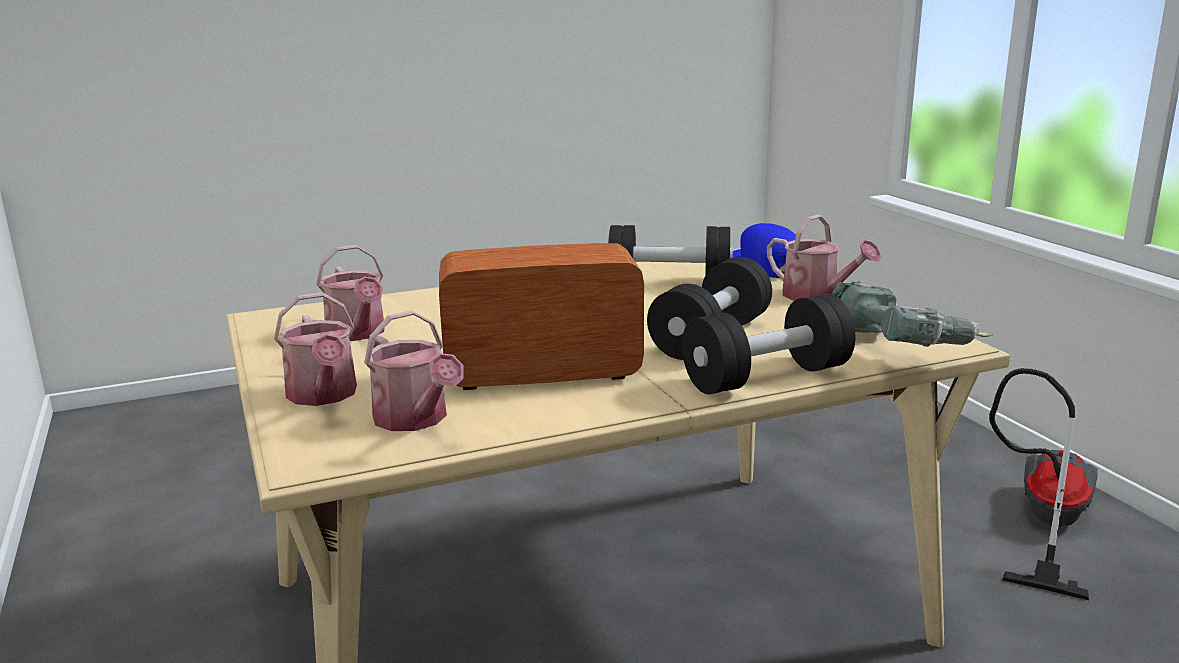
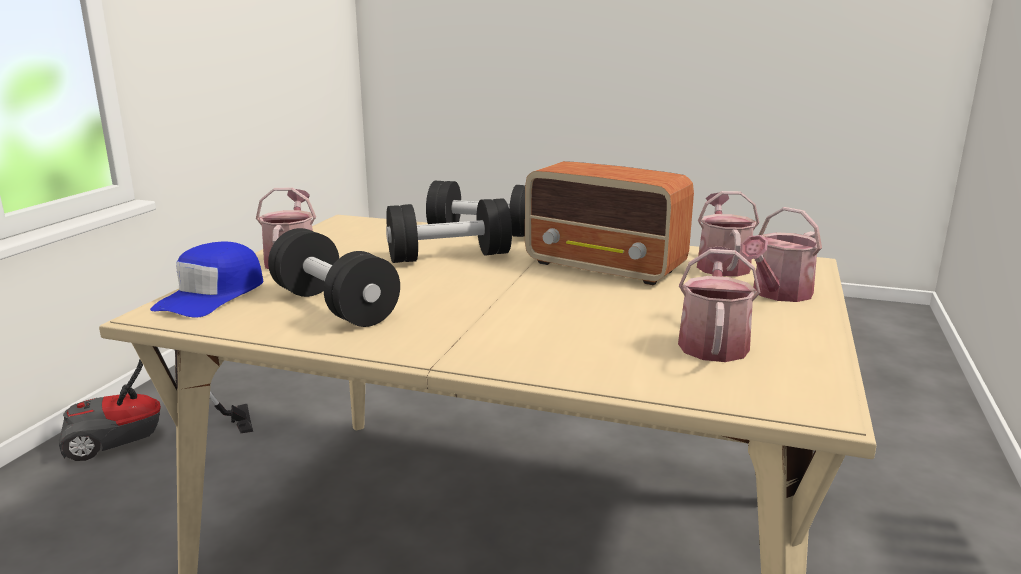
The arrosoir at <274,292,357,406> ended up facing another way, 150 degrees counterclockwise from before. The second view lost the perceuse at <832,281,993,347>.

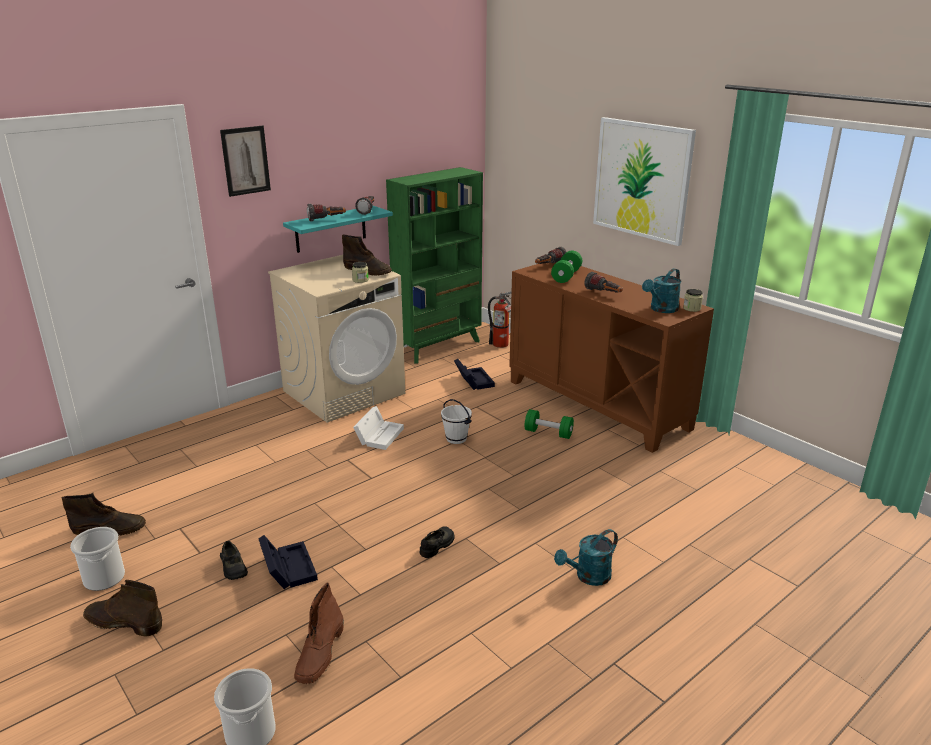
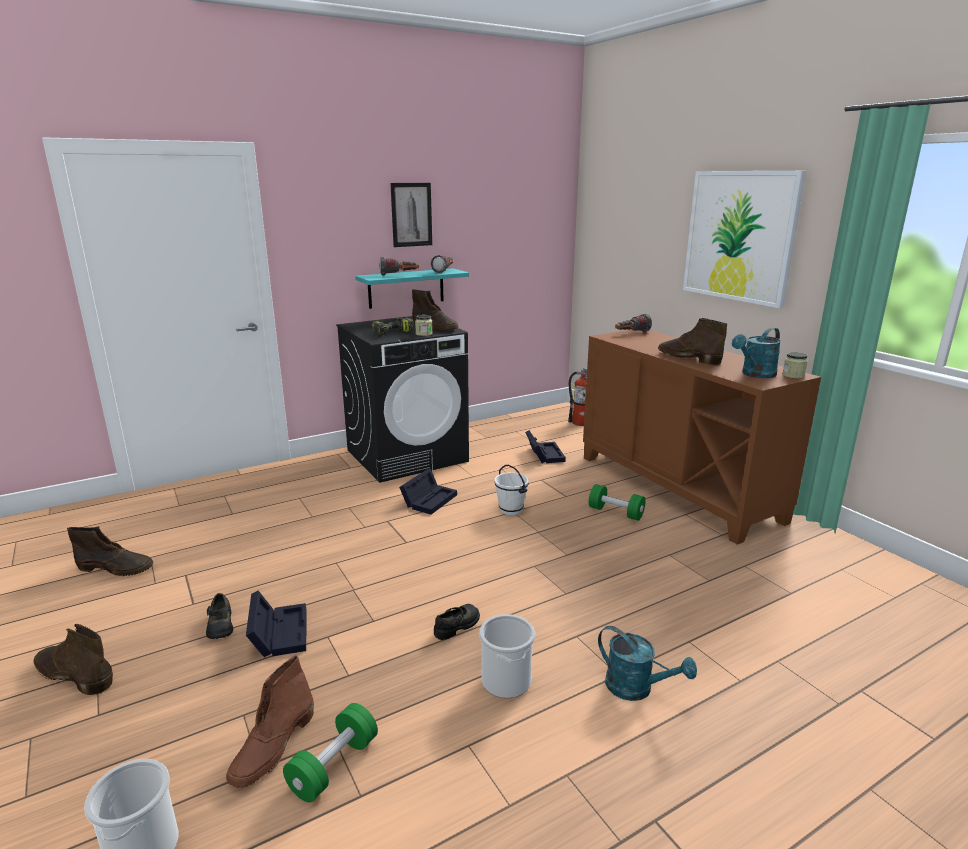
The seau ended up elsewhere, having gone from <70,527,125,591> to <479,614,535,698>. The tableau ended up elsewhere, having gone from <220,126,271,197> to <390,183,432,247>. What was the lave-linge (beige) at <268,255,405,423> turned into the lave-linge (noir) at <336,316,469,483>. What was the boîte de rangement (blanc) at <353,406,404,450> turned into the boîte de rangement (noir) at <399,468,457,515>. The second view lost the bibliothèque (vert) at <386,167,483,364>. The haltère (vert) ended up elsewhere, having gone from <551,251,582,283> to <283,703,378,803>. The arrosoir (turquoise) at <554,529,618,586> ended up facing another way, 120 degrees counterclockwise from before. Where the lampe de poche stood at <585,272,623,293>, the botte (marron) came to stand at <658,318,727,366>. The second view gained the perceuse at <371,317,414,335>.

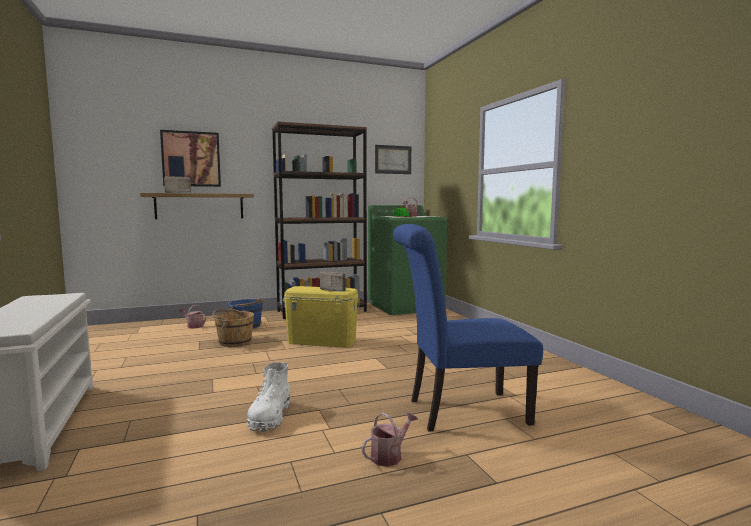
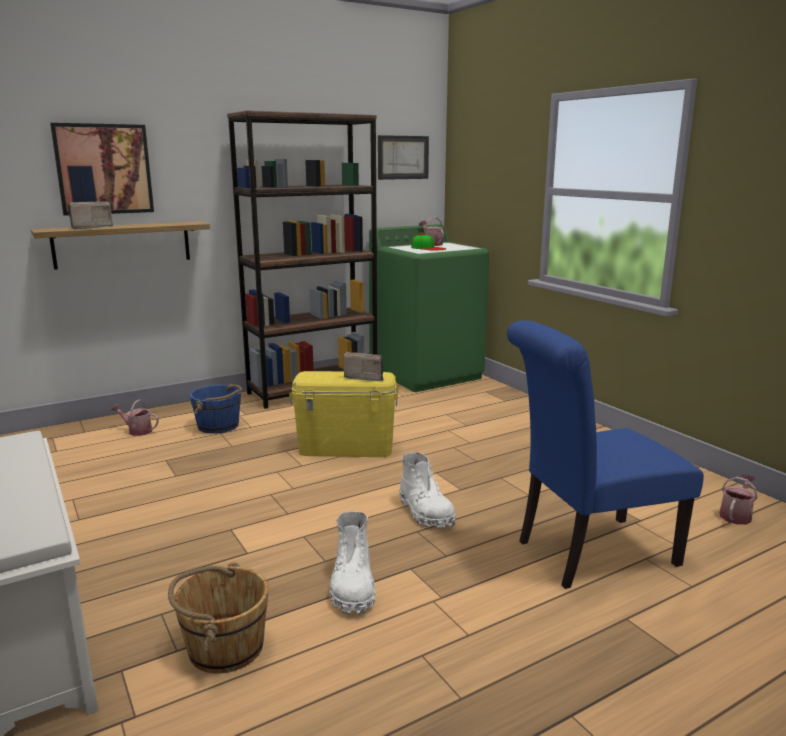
The seau (marron) ended up elsewhere, having gone from <212,309,254,347> to <168,562,269,673>. The arrosoir ended up elsewhere, having gone from <361,412,418,467> to <720,474,758,525>. The second view gained the botte (blanc) at <399,452,455,529>.

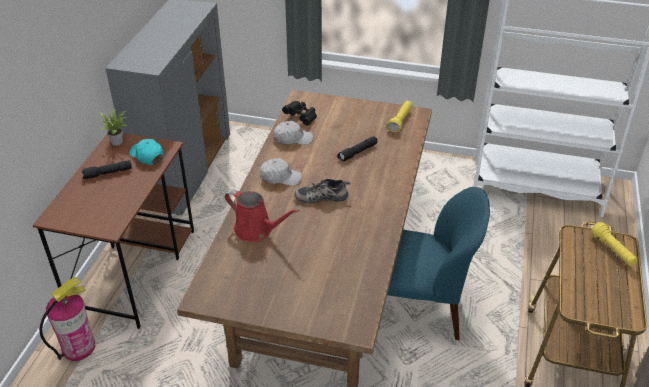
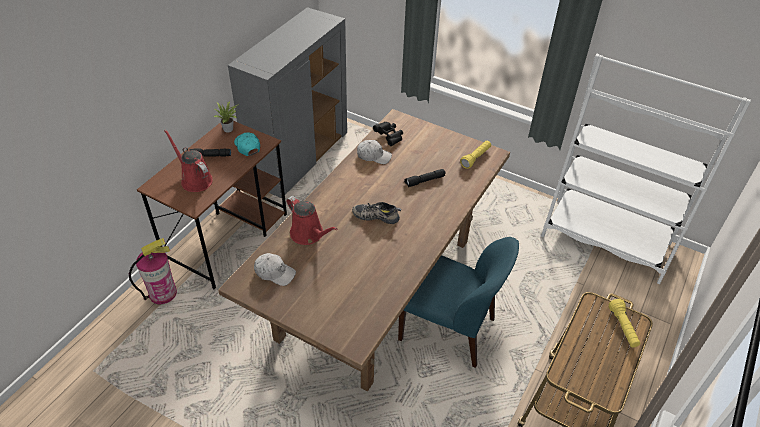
The casquette (blanc) ended up elsewhere, having gone from <260,158,302,186> to <254,253,296,286>. The second view gained the arrosoir (rouge) at <164,130,212,192>.

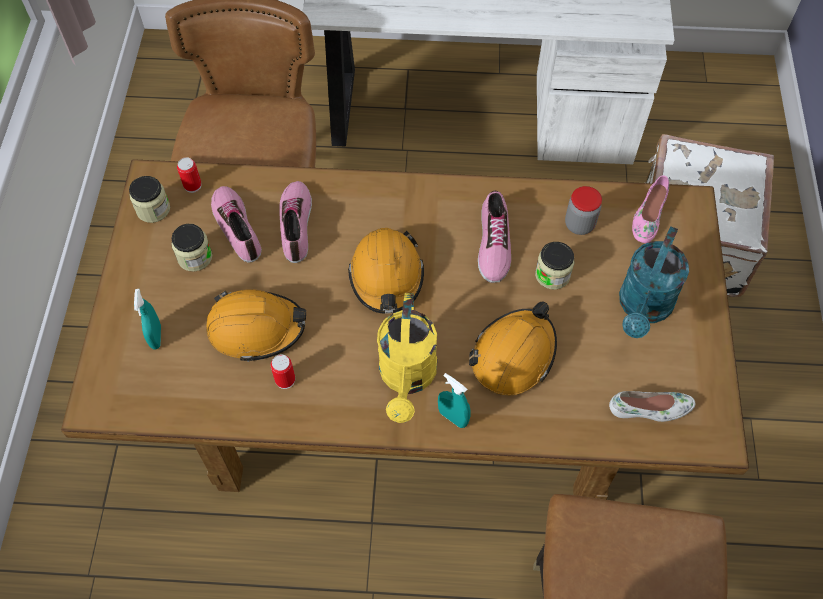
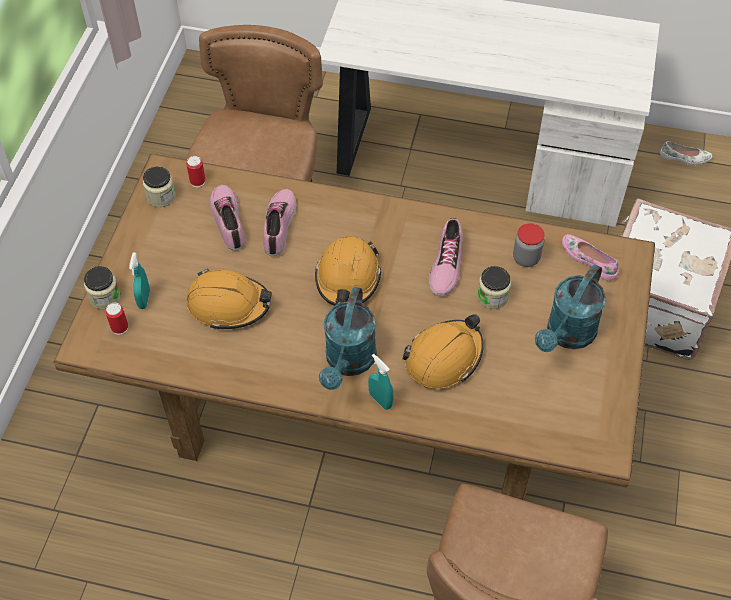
The bocal ended up elsewhere, having gone from <171,224,212,271> to <84,266,120,309>. The boîte métallique ended up elsewhere, having gone from <271,355,295,389> to <105,303,128,335>. What was the arrosoir (jaune) at <377,293,437,423> turned into the arrosoir (turquoise) at <319,287,377,390>. The chaussure (blanc) ended up elsewhere, having gone from <609,391,695,422> to <660,141,712,165>. The chaussure (rose) at <632,175,669,243> ended up facing another way, 105 degrees clockwise from before.

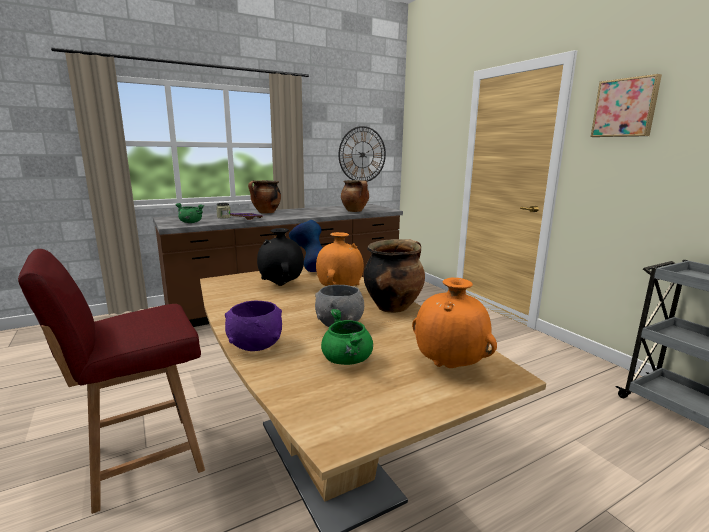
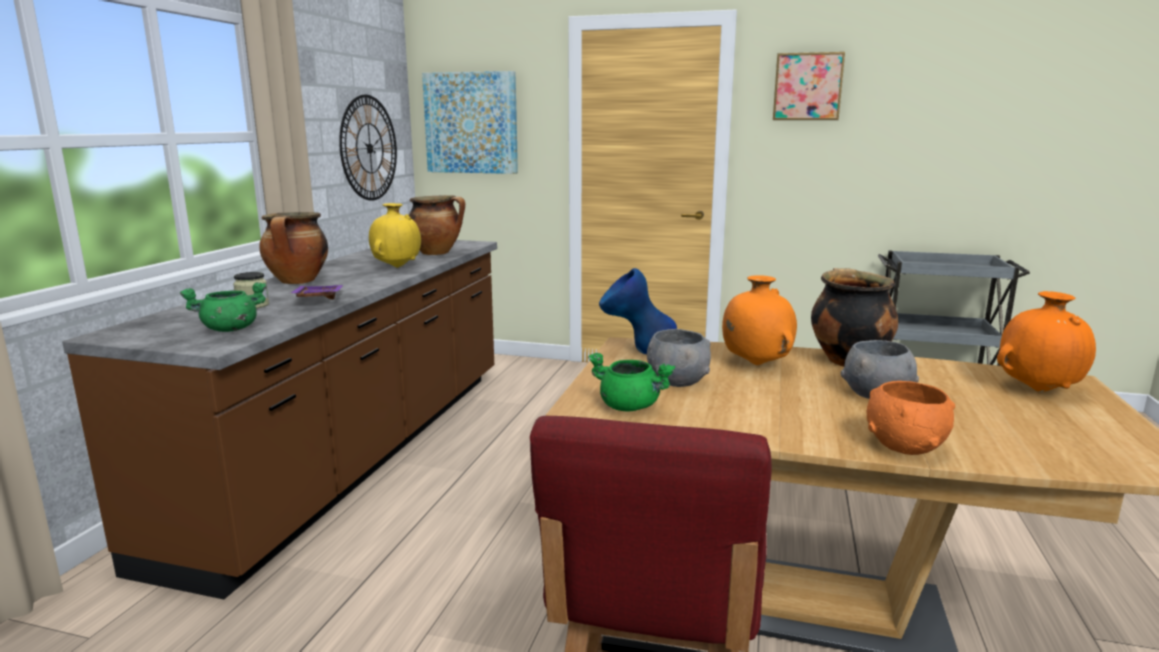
What was the bol (violet) at <225,301,282,351> turned into the bol (orange) at <867,381,955,455>. Where the vase (noir) stood at <257,228,304,286>, the bol (gris) came to stand at <647,329,711,387>. The marmite (vert) ended up elsewhere, having gone from <321,309,373,365> to <588,353,675,411>. The second view gained the vase (jaune) at <369,203,421,268>. The second view gained the tableau at <422,71,518,174>.

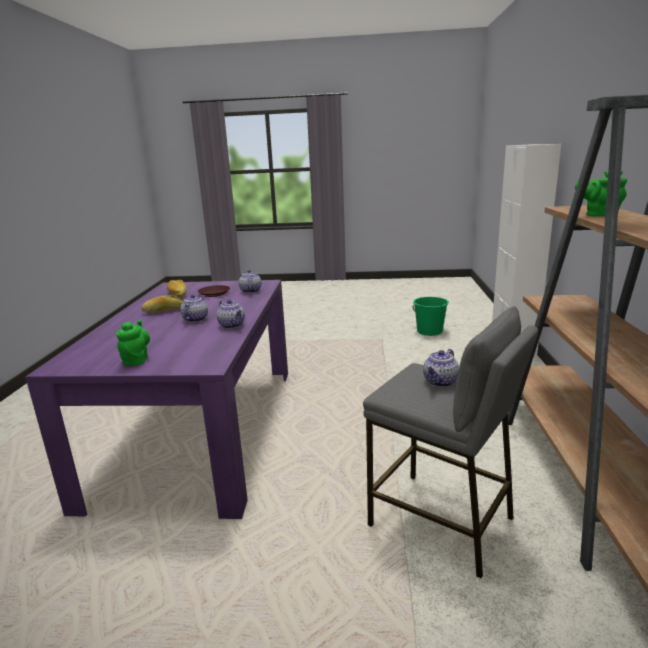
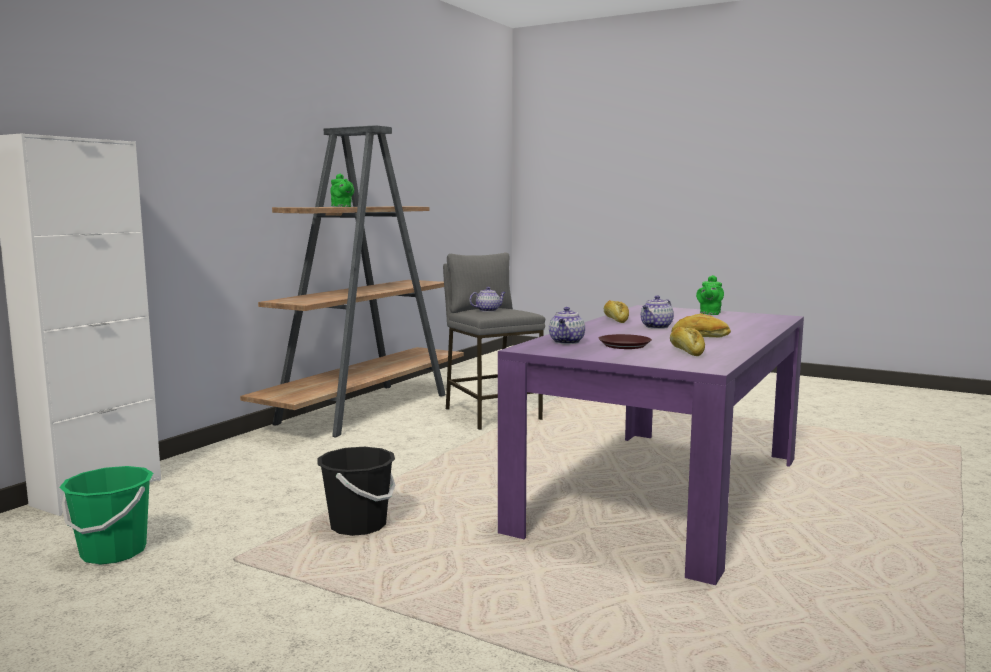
Where the théière stood at <217,299,245,329>, the pain came to stand at <604,300,629,323>. The second view gained the seau (noir) at <318,447,395,536>.

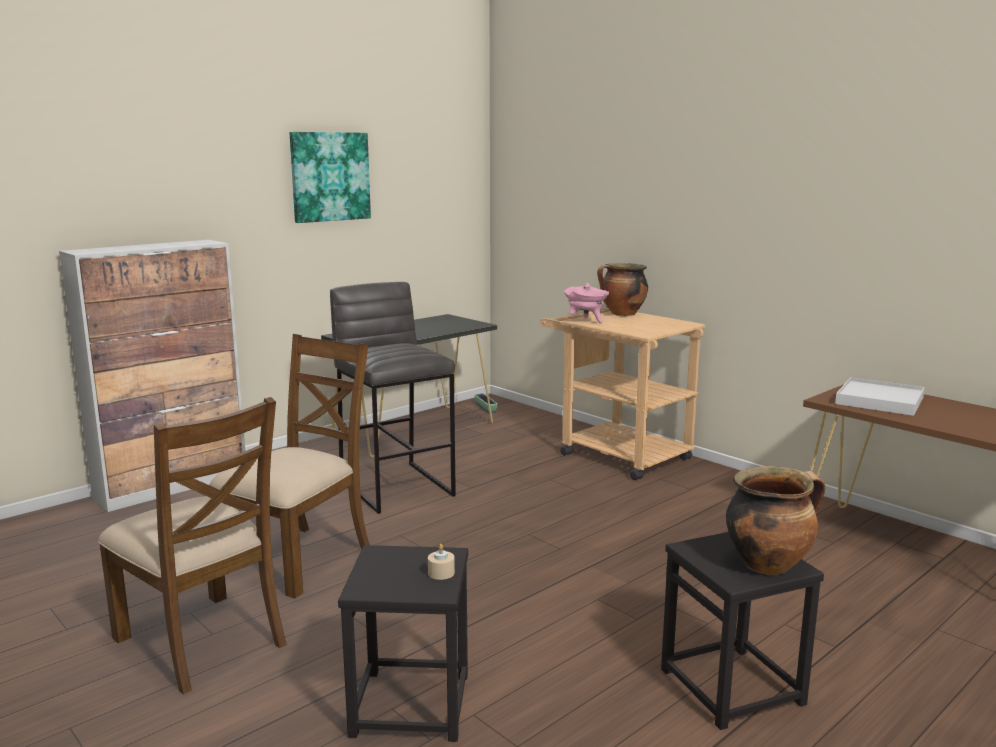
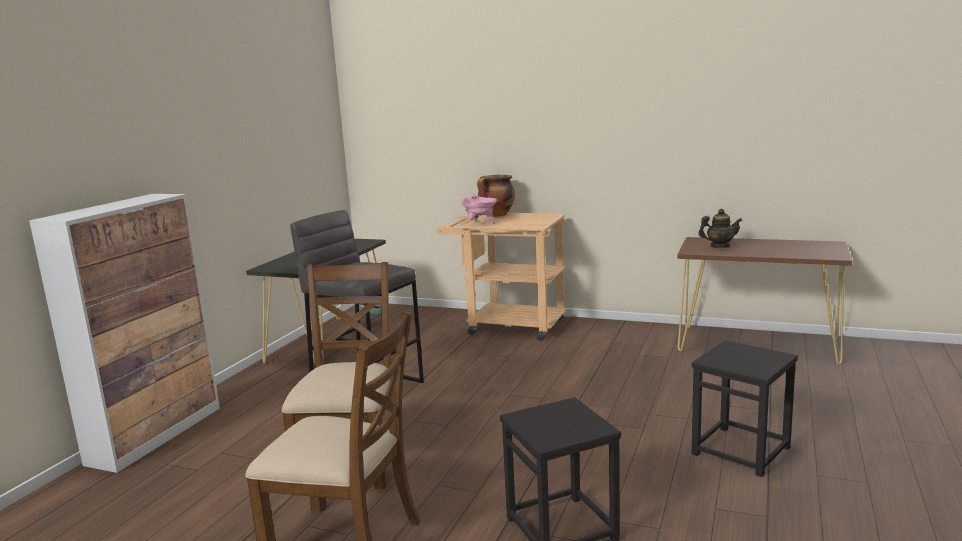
The second view lost the tableau at <290,132,371,223>. The second view lost the bougie (beige) at <428,544,455,580>. The second view lost the marmite at <726,466,825,575>. Where the plateau (blanc) stood at <835,377,925,416>, the théière came to stand at <698,209,743,248>.

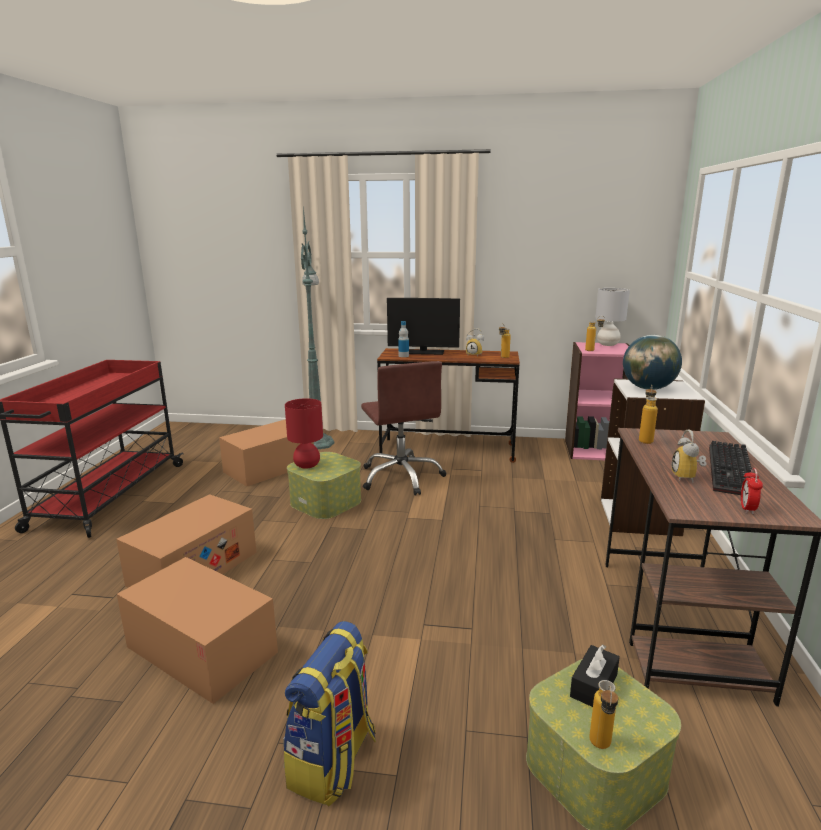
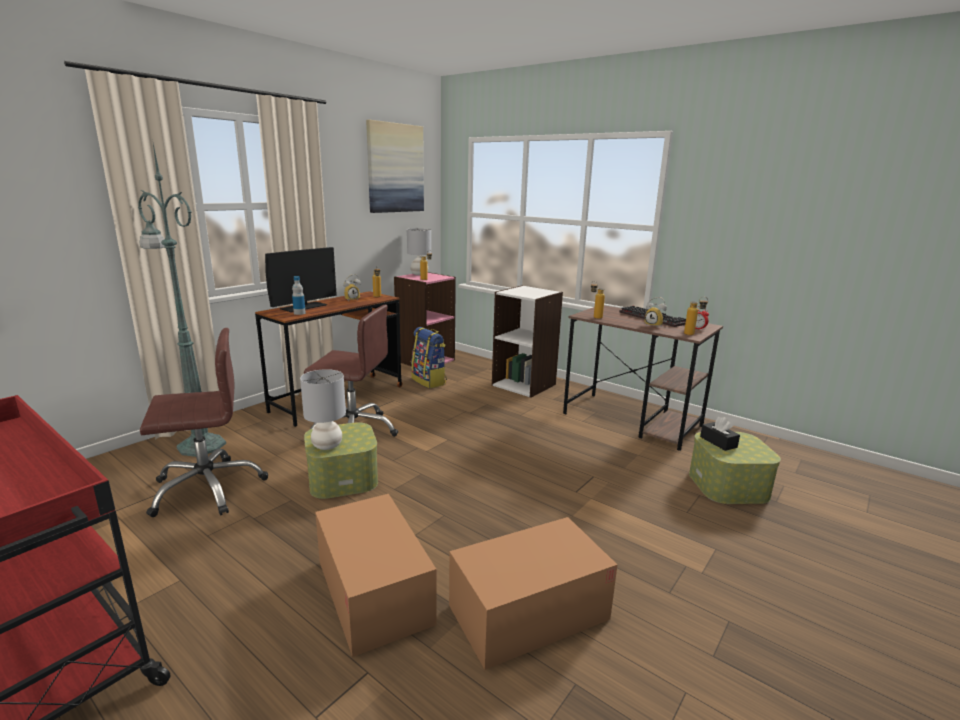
Where the carton stood at <219,419,314,487>, the chaise de bureau (marron) came to stand at <140,328,268,517>. The sac à dos ended up elsewhere, having gone from <283,621,376,807> to <411,327,447,388>. What was the lampe de table (rouge) at <285,398,323,469> turned into the lampe de table (gris) at <300,369,346,450>. The bouteille ended up elsewhere, having gone from <589,680,618,749> to <684,297,708,335>. The second view lost the globe at <623,335,682,390>. The second view gained the tableau at <366,120,424,213>.

